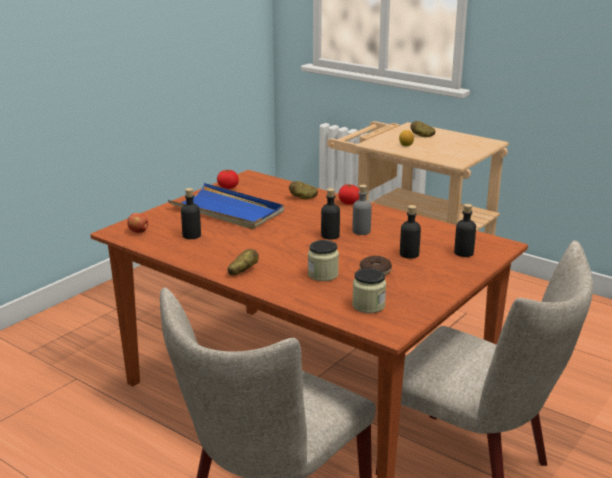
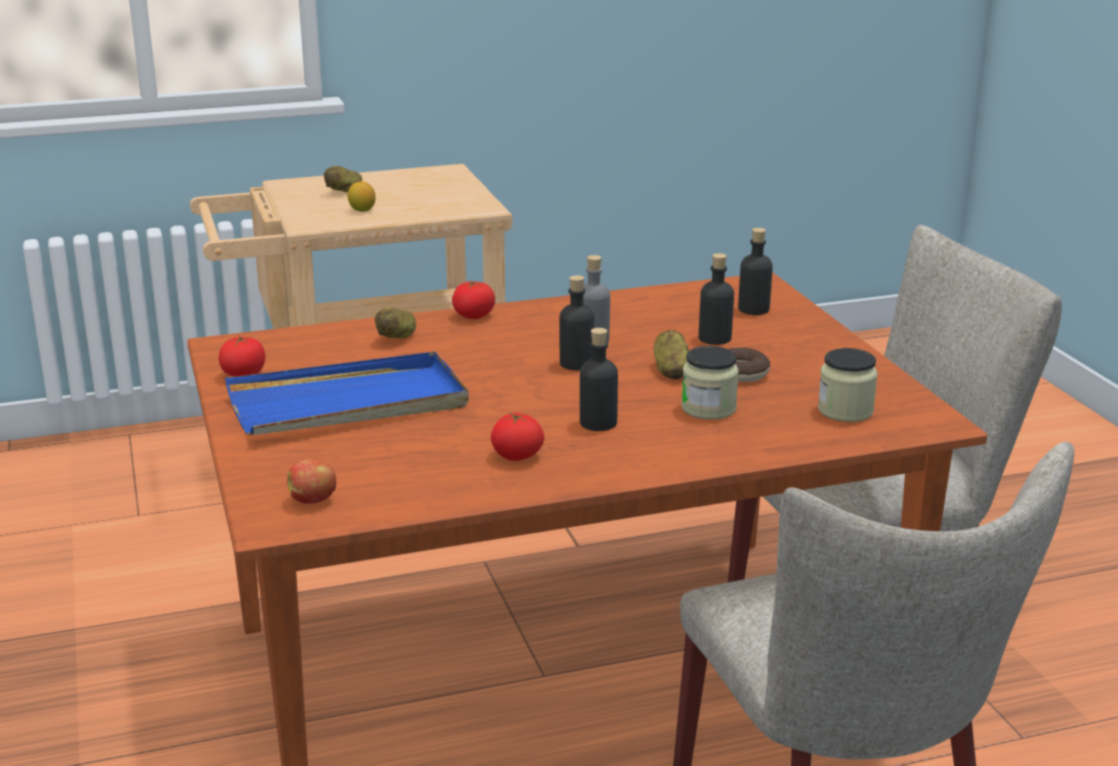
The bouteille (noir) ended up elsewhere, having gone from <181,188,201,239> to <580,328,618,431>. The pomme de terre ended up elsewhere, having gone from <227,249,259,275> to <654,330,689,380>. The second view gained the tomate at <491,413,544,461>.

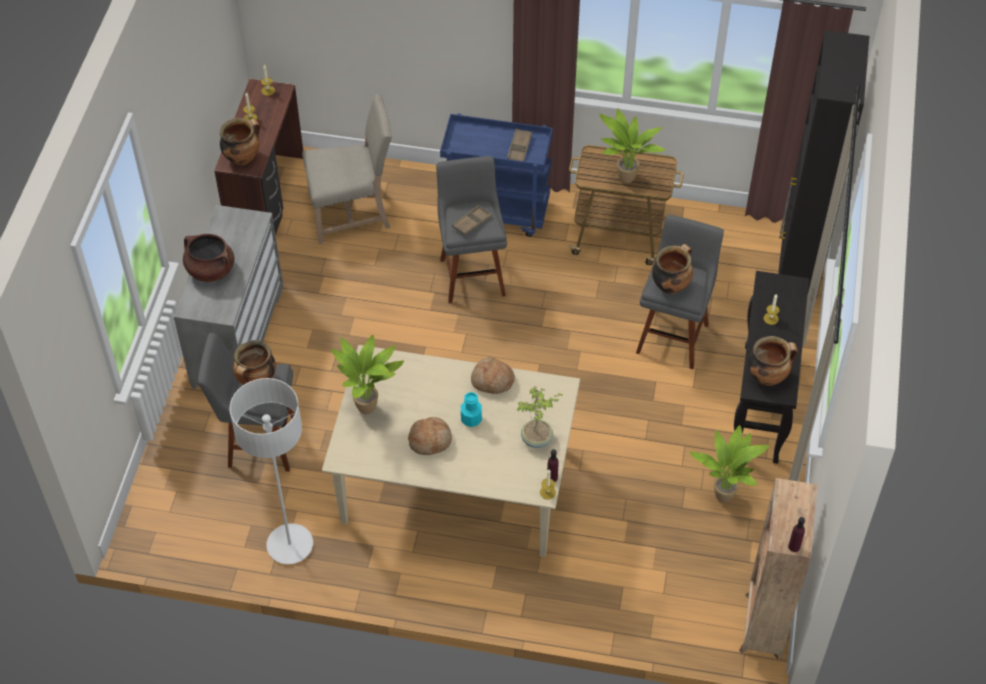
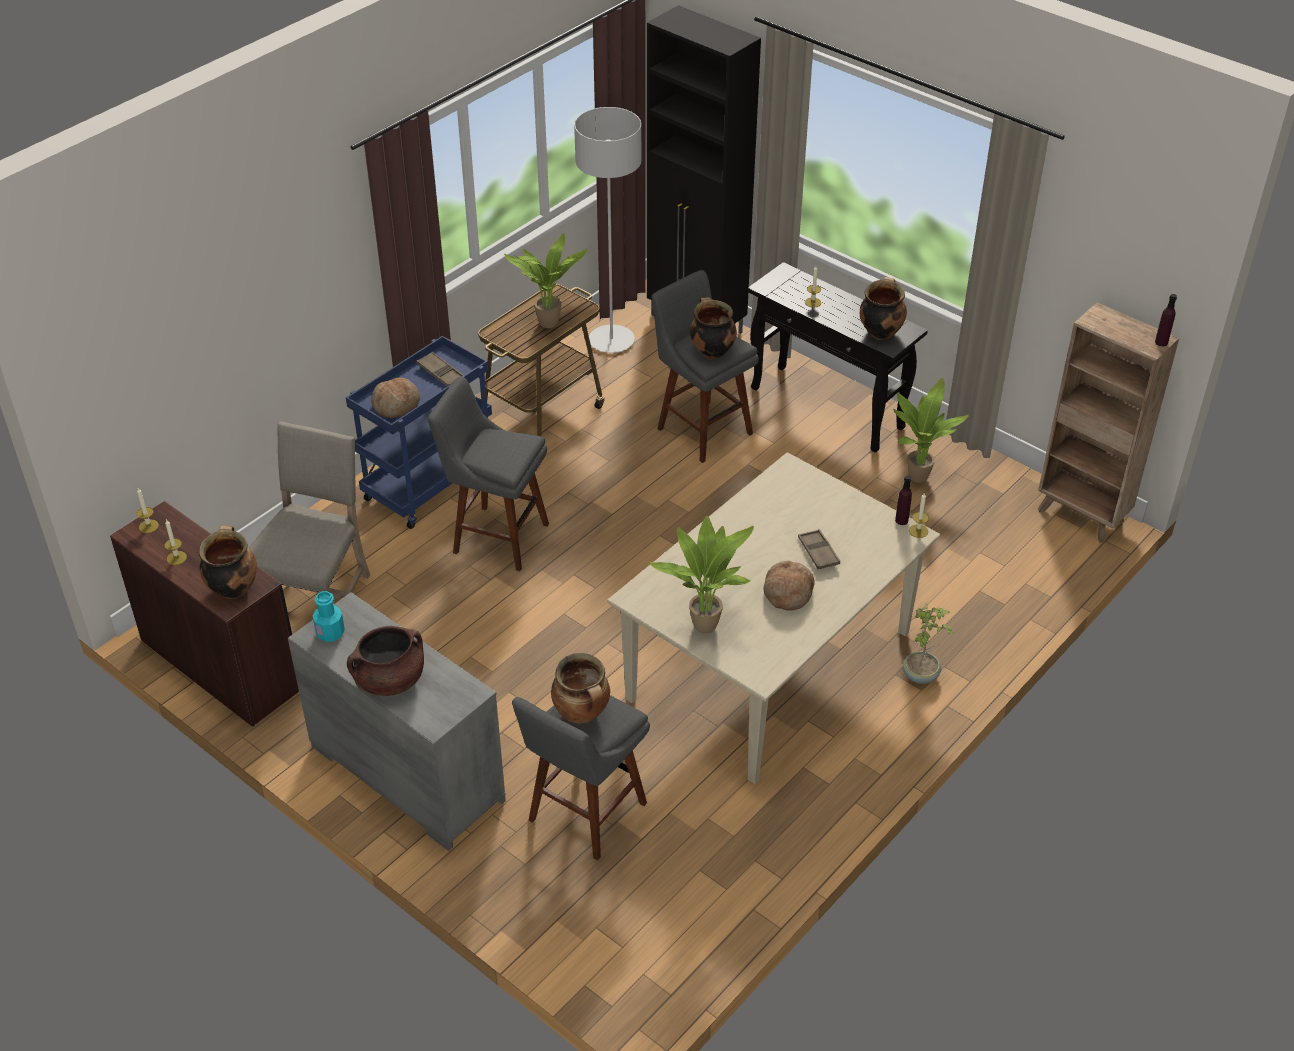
The lampadaire (gris) ended up elsewhere, having gone from <230,378,313,564> to <574,107,641,353>. The plateau (marron) ended up elsewhere, having gone from <452,206,492,235> to <798,529,840,569>. The bouteille (turquoise) ended up elsewhere, having gone from <461,392,482,427> to <313,591,345,642>. The pain ended up elsewhere, having gone from <471,357,515,394> to <371,378,420,418>. The plante en pot ended up elsewhere, having gone from <517,386,562,448> to <903,603,954,684>.

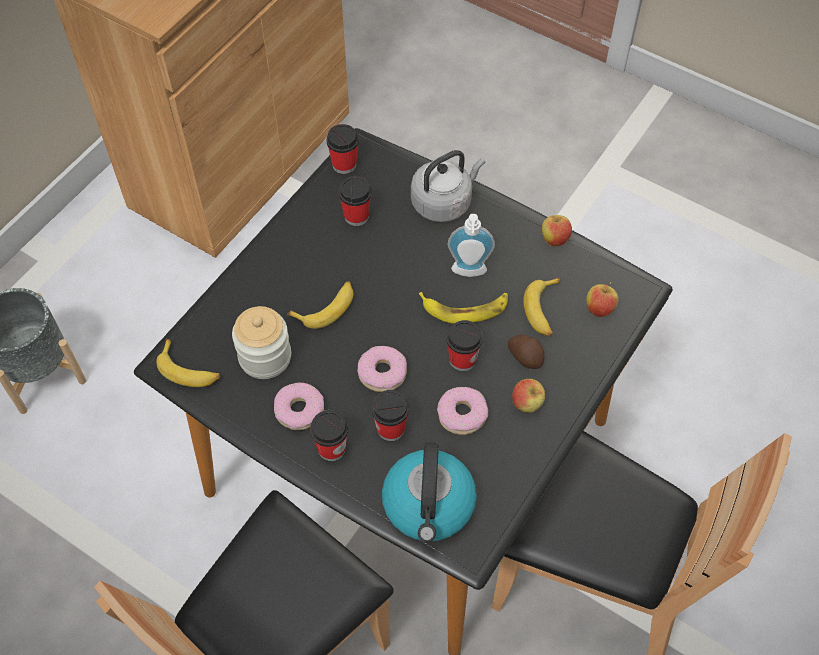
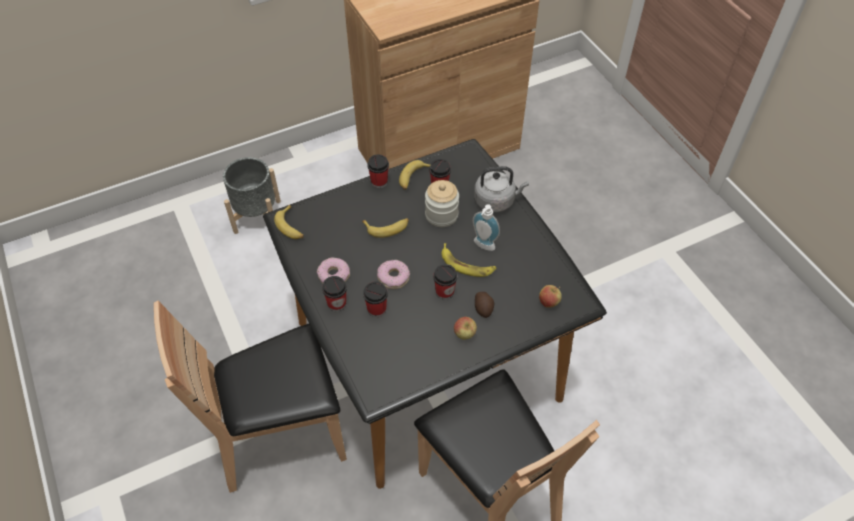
The bocal ended up elsewhere, having gone from <232,306,291,379> to <425,180,459,227>. The tasse ended up elsewhere, having gone from <326,124,359,174> to <367,154,389,188>. The second view lost the bouilloire at <382,442,477,542>. The second view lost the beignet at <437,387,488,435>. The banane ended up elsewhere, having gone from <523,277,560,337> to <399,160,431,190>. The second view lost the pomme at <542,211,572,246>.

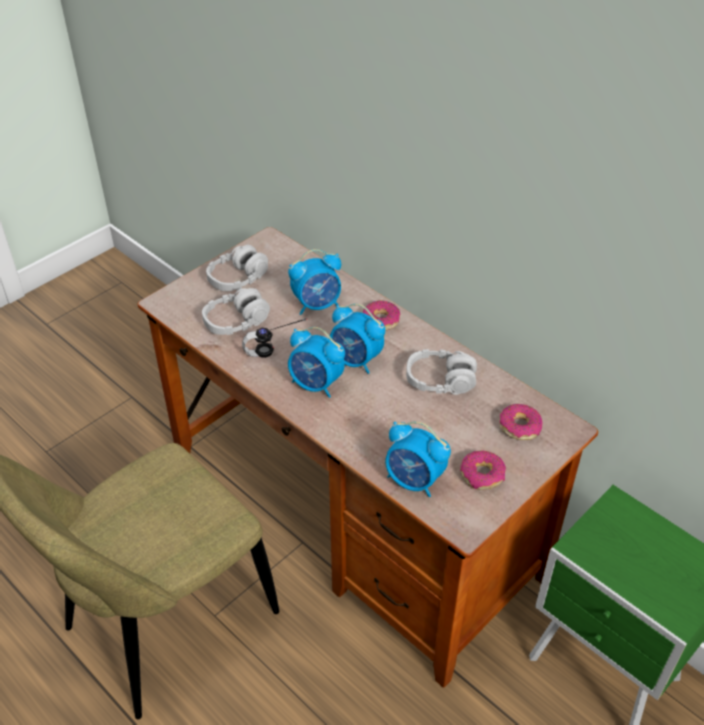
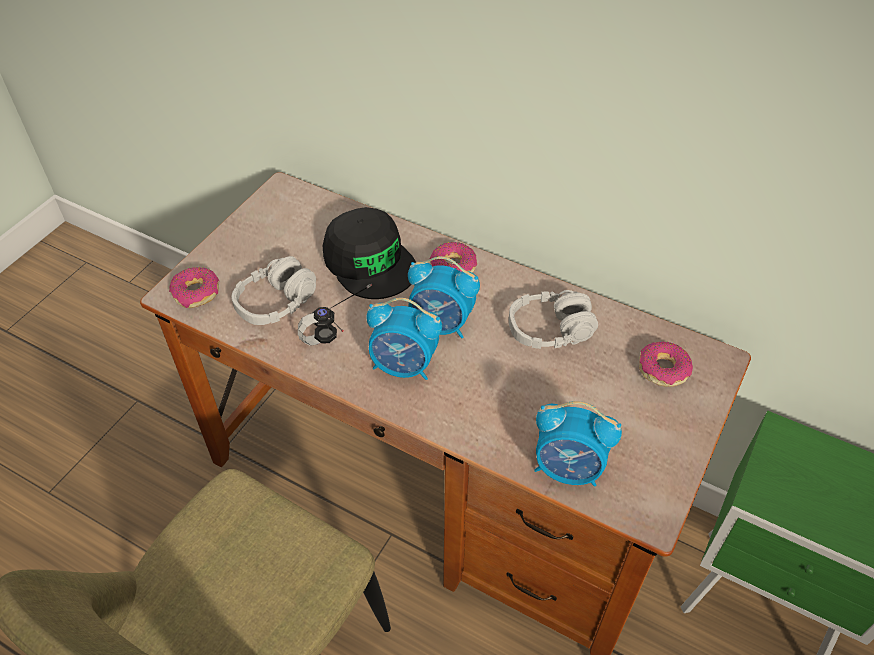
The second view lost the casque audio (gris) at <206,245,268,291>. Where the réveil stood at <288,249,341,315>, the casquette (noir) came to stand at <323,207,416,299>. The beignet ended up elsewhere, having gone from <460,451,506,490> to <169,267,220,308>.

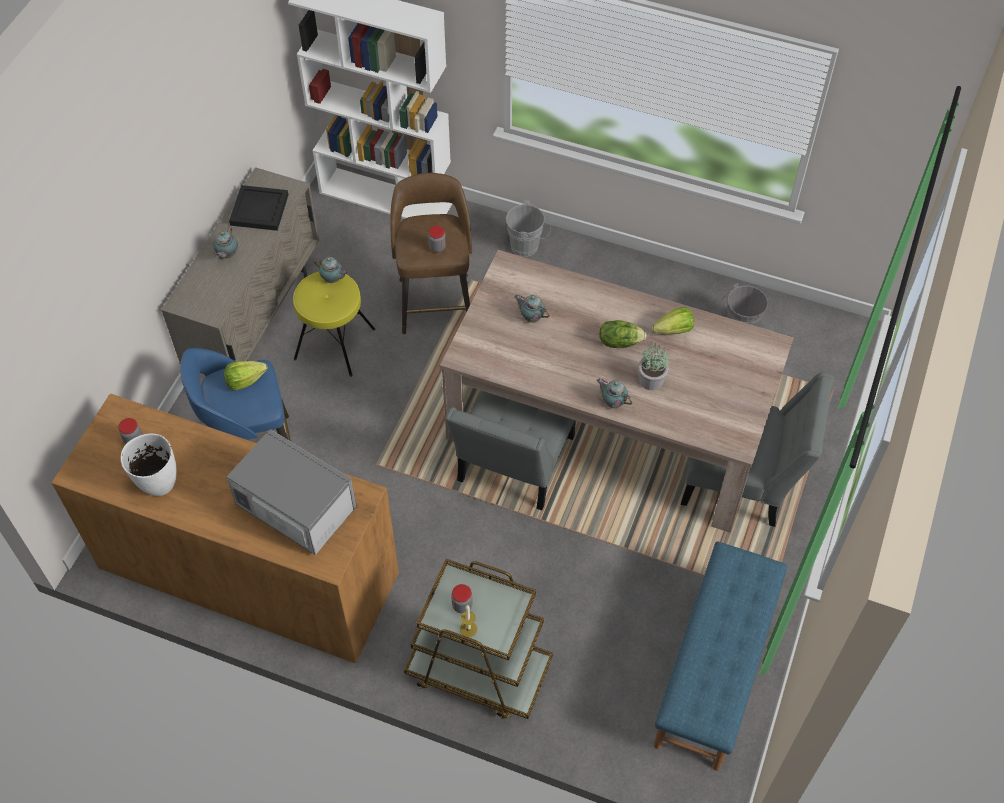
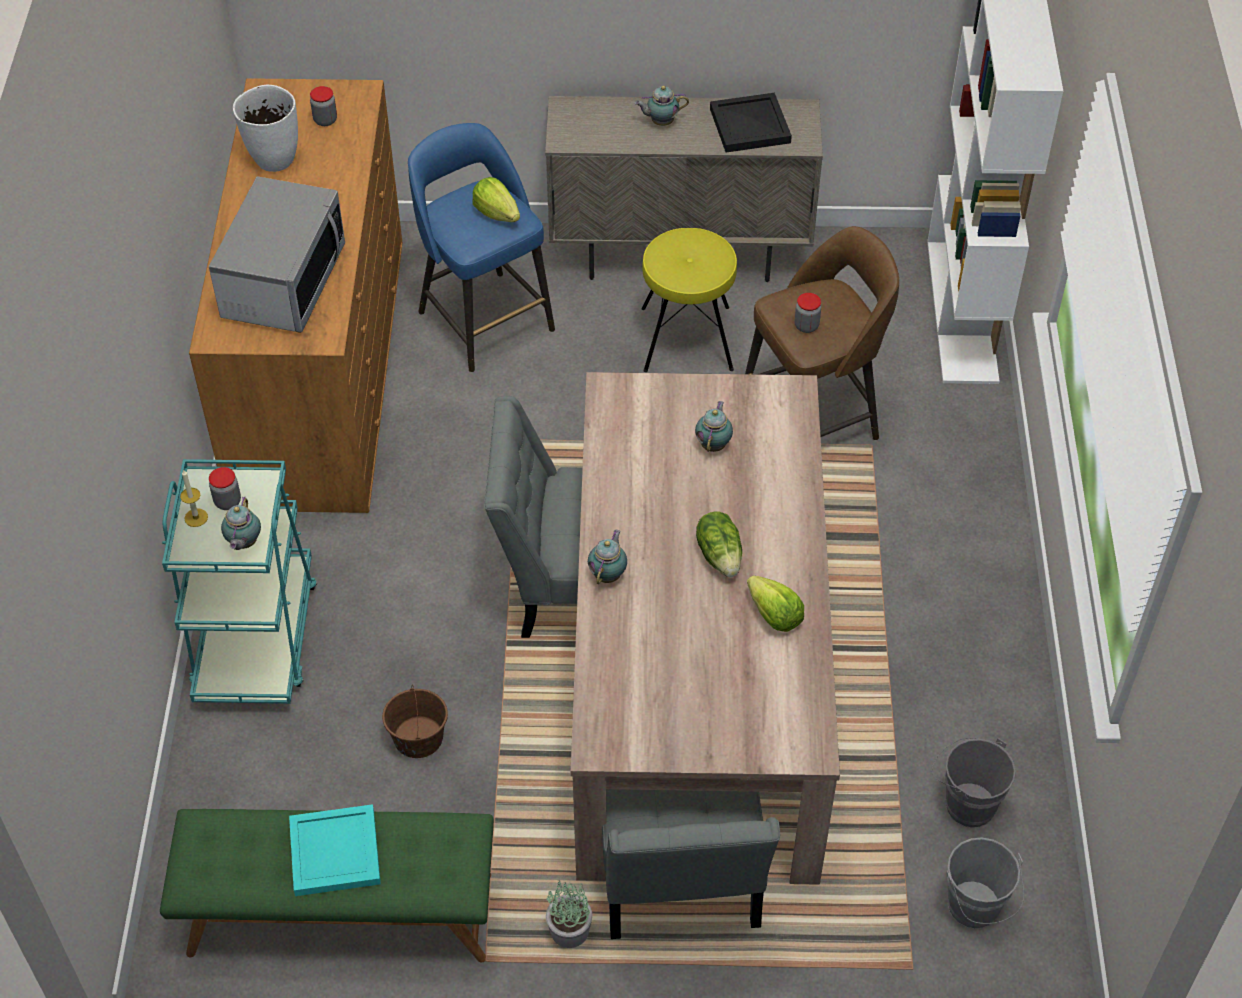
The théière ended up elsewhere, having gone from <314,257,349,283> to <221,496,261,550>. What was the chariot (marron) at <404,559,553,719> turned into the chariot (turquoise) at <162,459,317,704>. The seau (gris) ended up elsewhere, having gone from <506,201,551,257> to <946,837,1024,929>. The plante en pot ended up elsewhere, having gone from <638,342,669,390> to <546,880,592,948>. What was the banc (bleu) at <654,541,788,771> turned into the banc (vert) at <160,809,494,963>. The second view gained the plateau (turquoise) at <289,804,381,896>. The second view gained the seau (marron) at <382,684,448,758>.

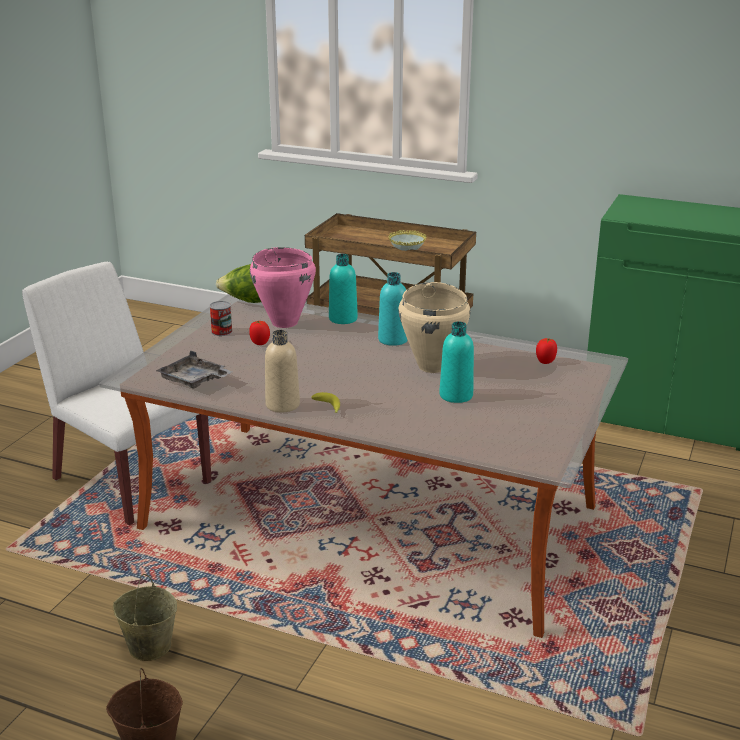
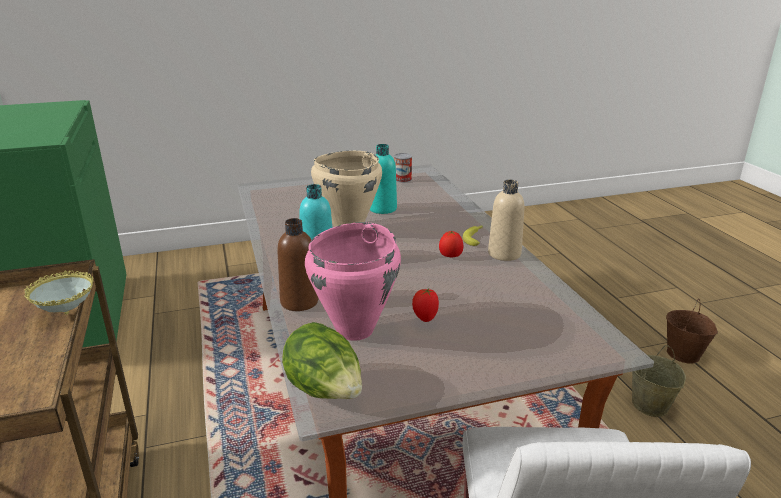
The second view lost the plateau (gris) at <156,350,232,389>. The boîte métallique ended up elsewhere, having gone from <209,301,233,336> to <394,153,412,183>. What was the bouteille (turquoise) at <329,254,358,324> turned into the bouteille (marron) at <277,218,318,311>. The tomate ended up elsewhere, having gone from <536,338,557,364> to <439,231,463,257>.

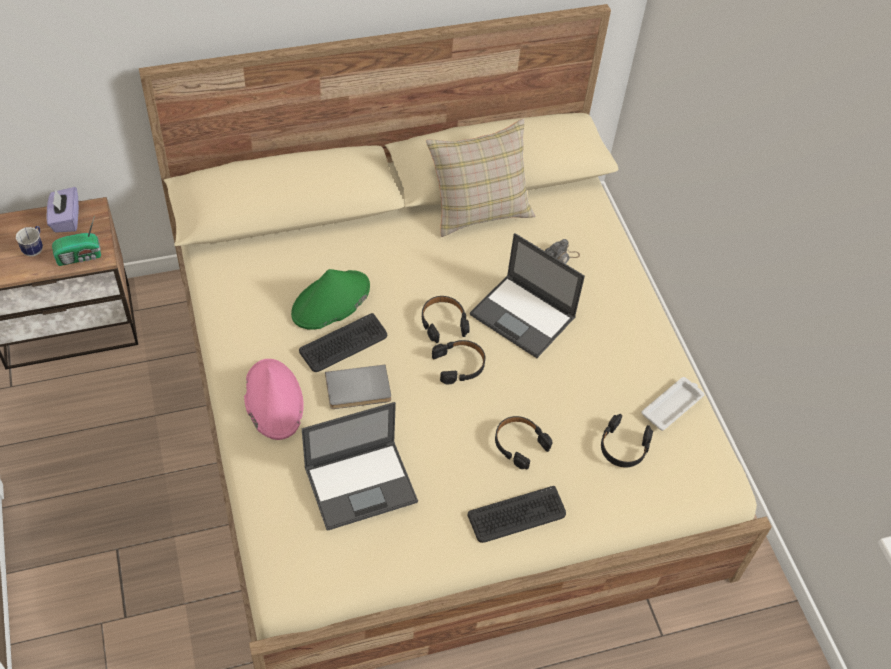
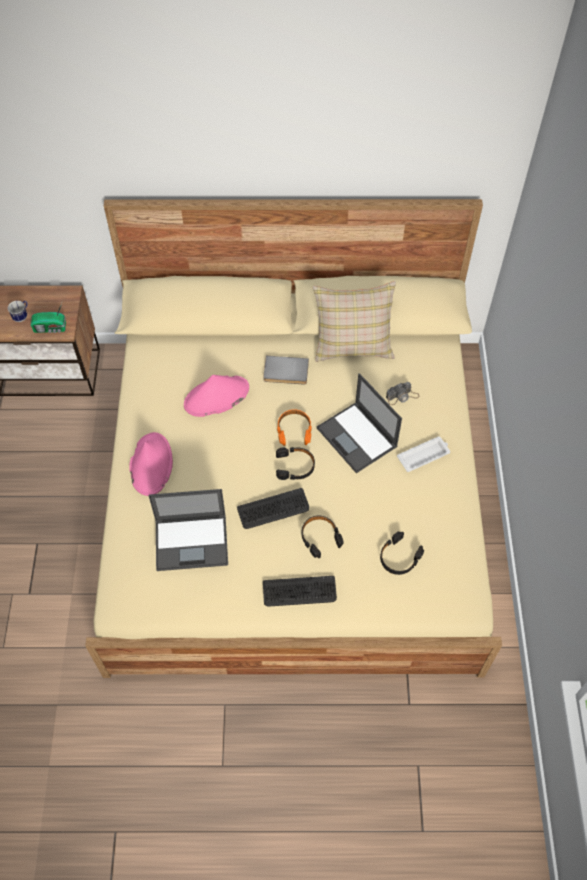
The second view lost the boîte à mouchoirs (violet) at <47,187,79,233>. What was the chapeau (vert) at <291,269,370,330> turned into the chapeau (rose) at <184,375,249,417>. The clavier ended up elsewhere, having gone from <299,313,388,372> to <237,488,309,529>. The livre (gris) ended up elsewhere, having gone from <325,365,391,409> to <263,356,309,384>. What was the casque audio (noir) at <422,296,470,343> turned into the casque audio (orange) at <277,409,312,446>. The plateau (blanc) ended up elsewhere, having gone from <641,377,705,431> to <397,436,450,472>.

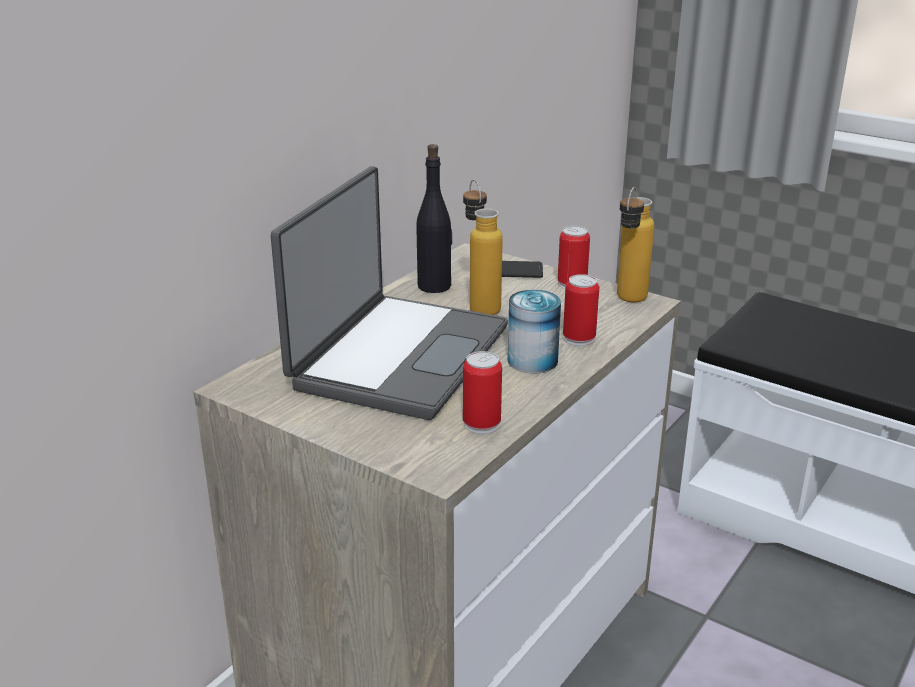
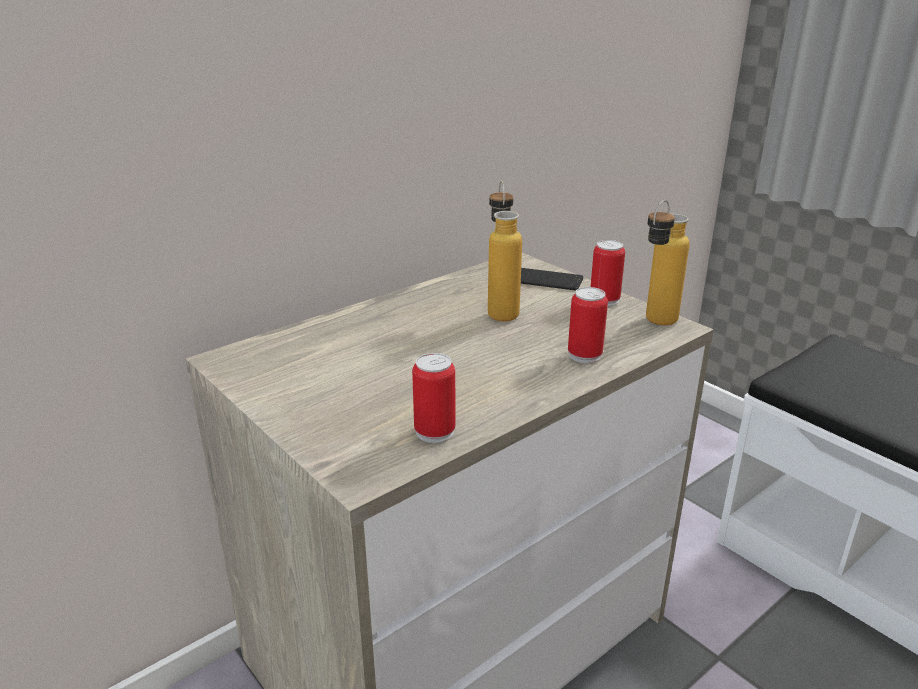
The second view lost the ordinateur portable at <271,166,508,420>. The second view lost the bouteille (noir) at <416,144,452,293>. The second view lost the boîte métallique at <508,290,561,373>.

